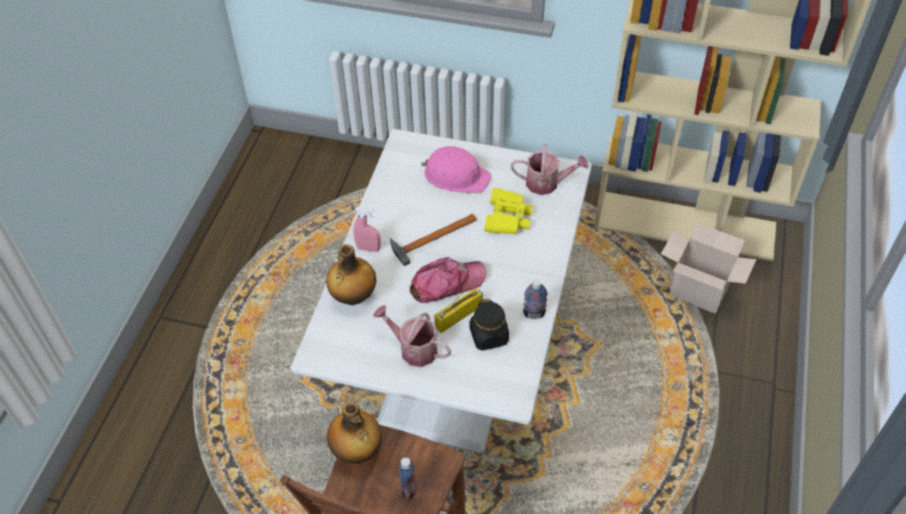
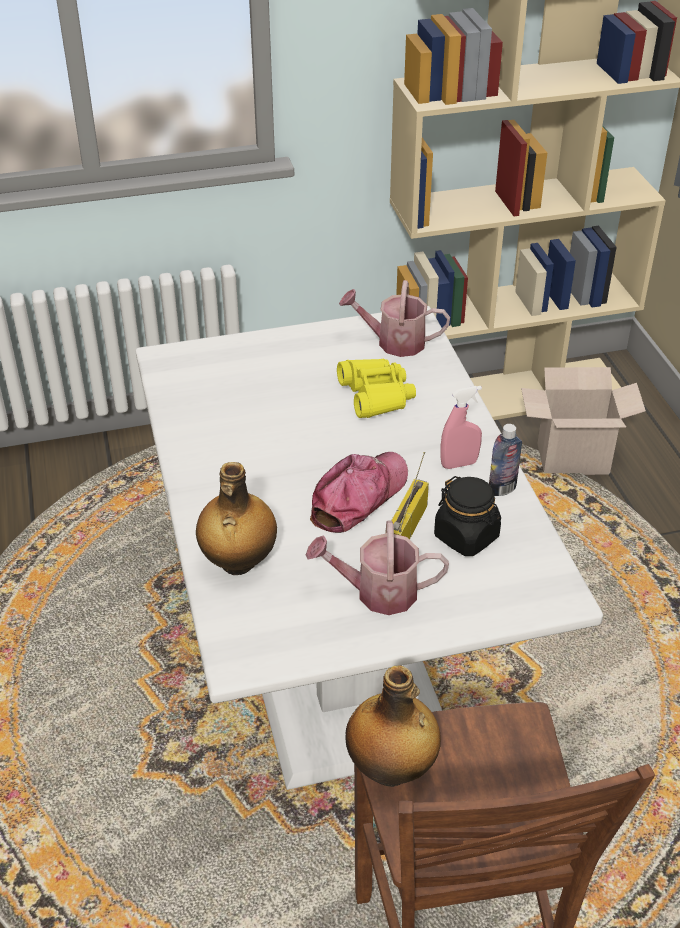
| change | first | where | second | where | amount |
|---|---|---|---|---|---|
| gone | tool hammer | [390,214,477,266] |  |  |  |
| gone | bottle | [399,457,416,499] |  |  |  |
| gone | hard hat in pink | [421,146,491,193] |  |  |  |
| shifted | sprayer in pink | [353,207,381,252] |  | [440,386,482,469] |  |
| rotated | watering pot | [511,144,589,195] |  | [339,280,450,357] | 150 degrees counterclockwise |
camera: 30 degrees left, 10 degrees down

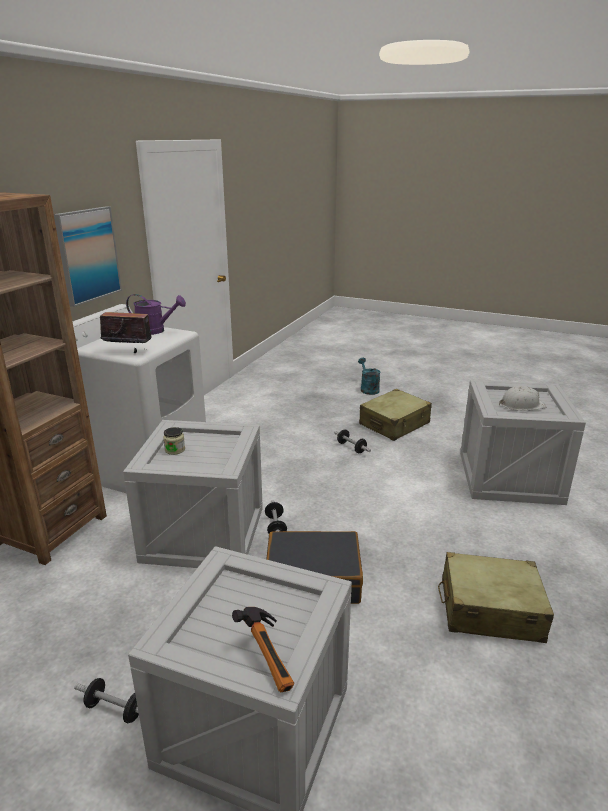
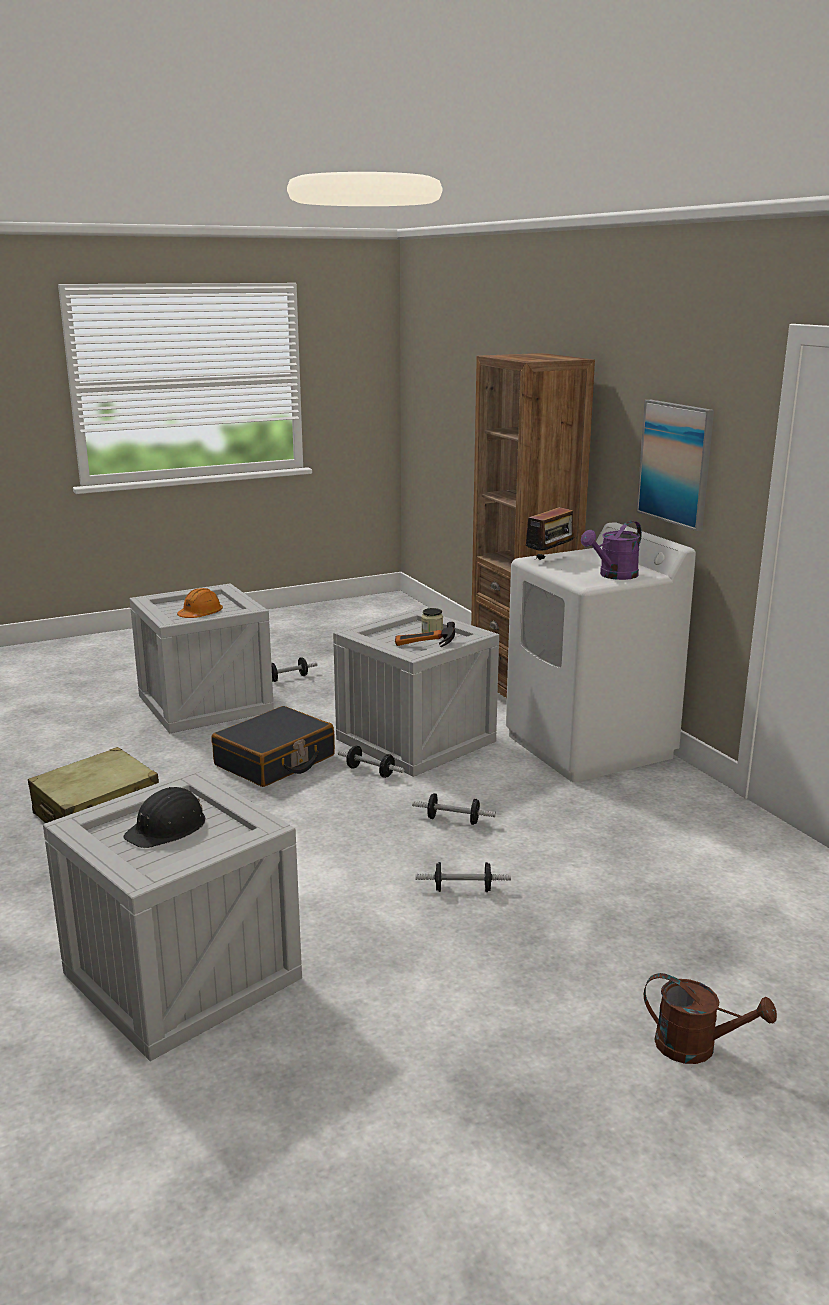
| change | first | where | second | where | amount |
|---|---|---|---|---|---|
| gone | suitcase in beige | [359,389,432,441] |  |  |  |
| new |  |  | hard hat in orangey | [177,588,223,618] |  |
| new |  |  | dumbbell | [412,793,496,825] |  |
| shifted | tool hammer | [232,607,294,692] |  | [395,622,455,647] |  |
| repainted | watering pot in turquoise-coloured | [358,358,380,395] | watering pot in brown | [644,973,777,1064] |  |
| repainted | hard hat in white | [499,386,547,411] | hard hat in blackish | [123,787,205,848] |  |
camera: 130 degrees right, 5 degrees down

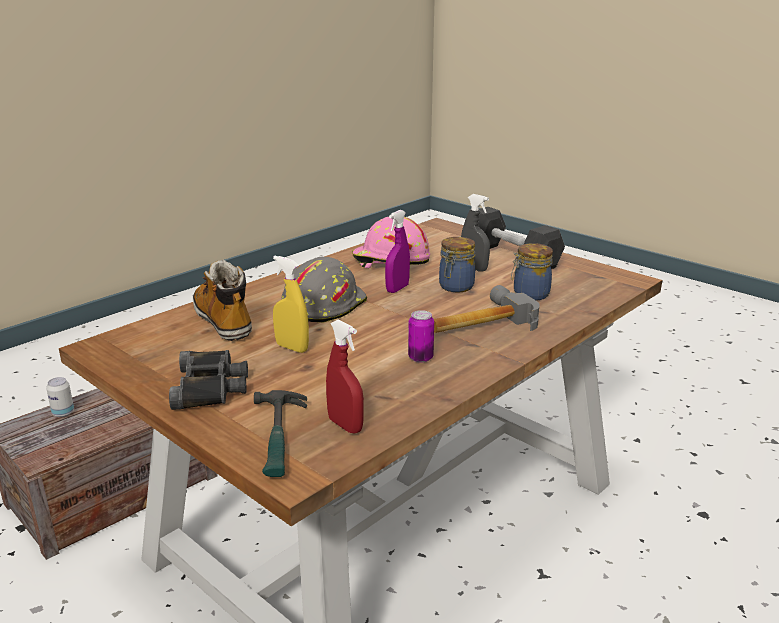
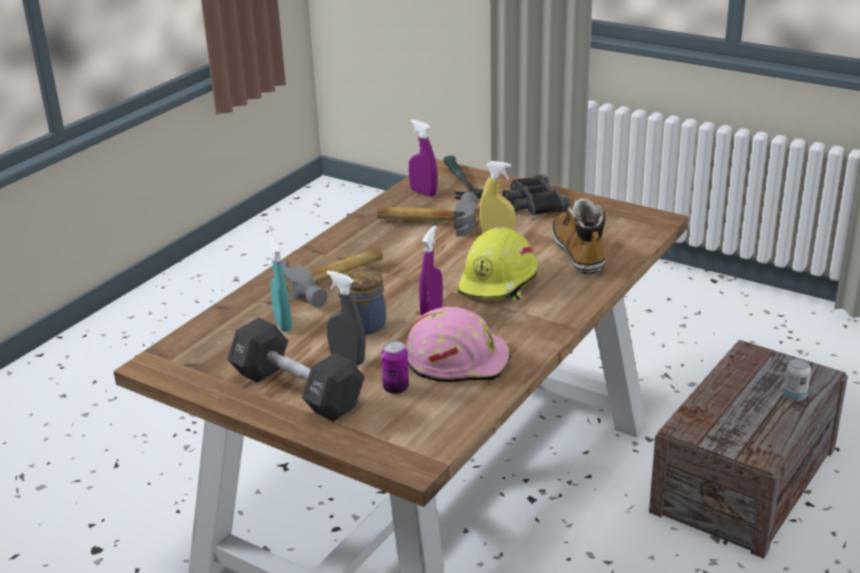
| change | first | where | second | where | amount |
|---|---|---|---|---|---|
| new |  |  | tool hammer | [377,192,478,237] |  |
| shifted | metal can | [408,310,434,363] |  | [381,341,409,394] |  |
| swapped | preserve jar | [511,243,553,301] | sprayer in turquoise-coloured | [269,236,292,332] |  |
| repainted | hard hat in greyish | [282,257,367,323] | hard hat in yellow-coloured | [458,227,538,300] |  |
| repainted | sprayer in reddish | [326,319,364,434] | sprayer in purplish | [409,119,437,197] |  |
| rotated | tall boot | [193,259,252,341] |  | [552,198,605,274] | 150 degrees counterclockwise |
camera: 170 degrees right, 5 degrees up

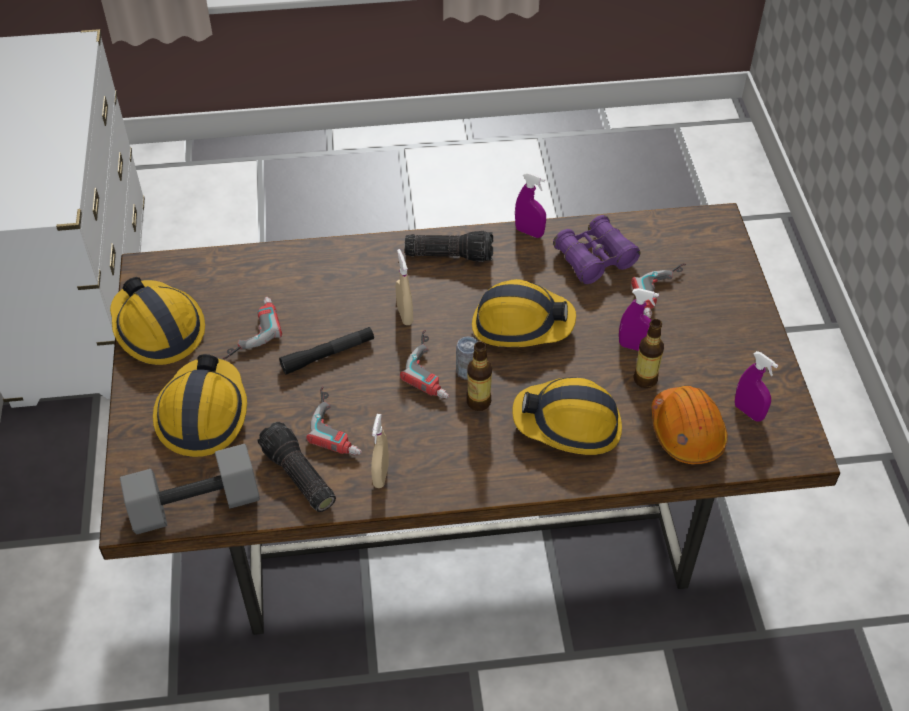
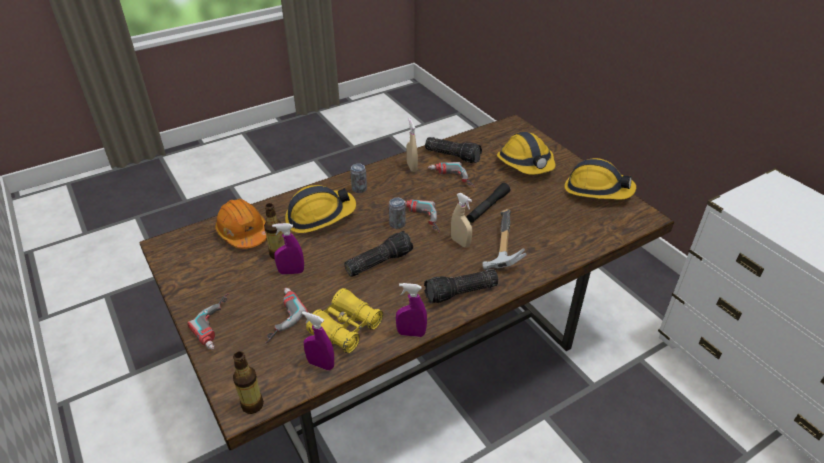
| change | first | where | second | where | amount |
|---|---|---|---|---|---|
| gone | dumbbell in greyish | [120,444,260,534] |  |  |  |
| new |  |  | metal can | [350,164,367,193] |  |
| new |  |  | tool hammer | [482,209,527,270] |  |
| shifted | electric drill | [222,297,282,359] |  | [187,293,228,350] |  |
| shifted | bottle | [467,341,492,411] |  | [233,351,264,414] |  |
| shifted | sprayer in purplish | [735,351,778,421] |  | [302,311,334,370] |  |
| swapped | hard hat | [472,279,576,347] | flashlight | [344,231,413,277] |  |
| repainted | field glasses in purplish | [553,215,640,284] | field glasses in yellow-coloured | [306,288,383,353] |  |
camera: 155 degrees right, 10 degrees down

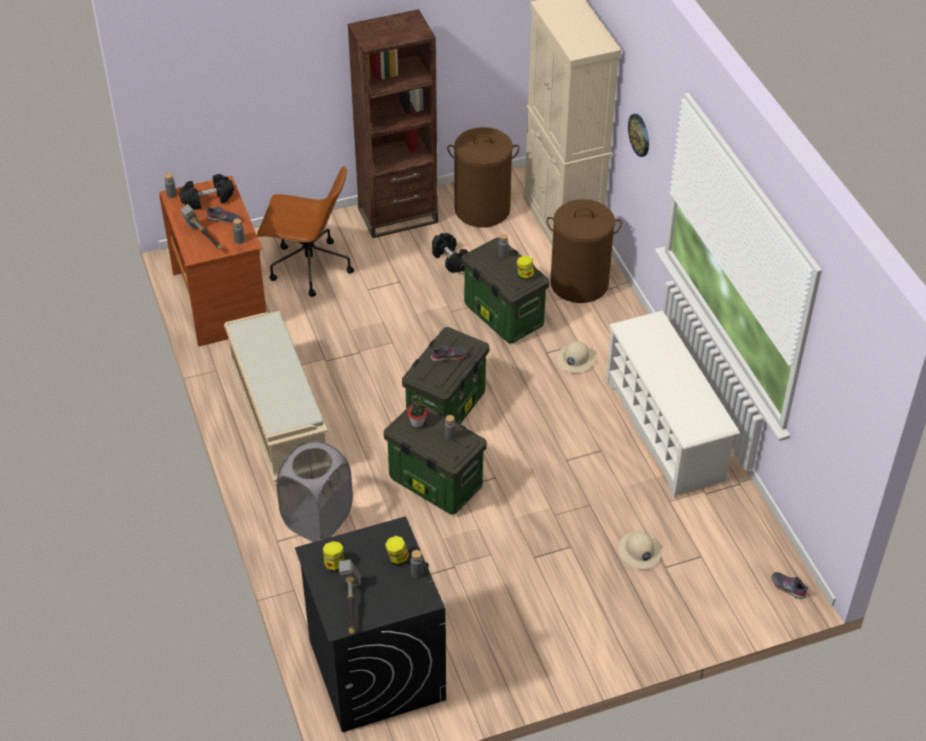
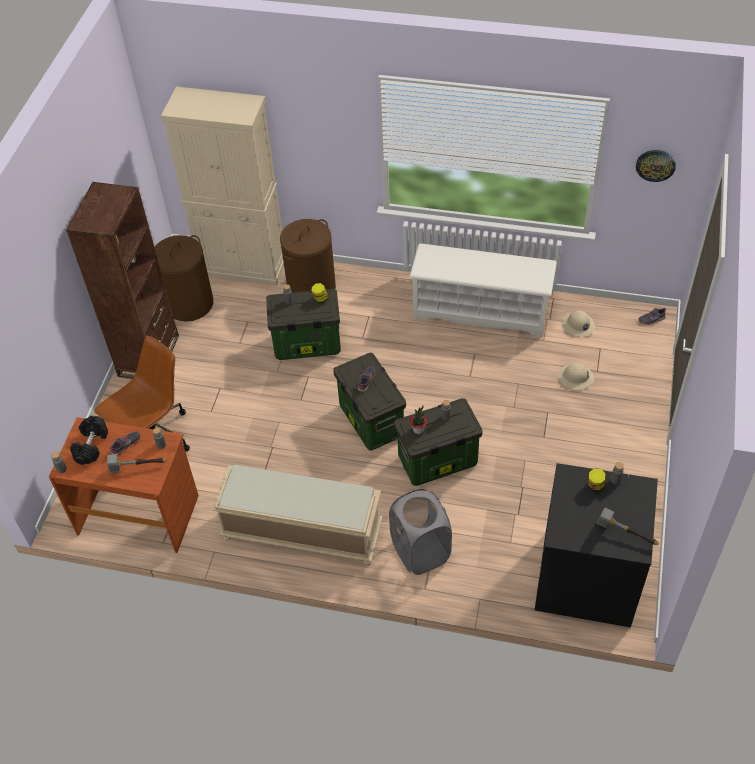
| change | first | where | second | where | amount |
|---|---|---|---|---|---|
| gone | preserve jar | [323,541,344,572] |  |  |  |
| gone | dumbbell in blackish | [432,233,468,273] |  |  |  |
| shifted | hard hat in beige | [557,341,596,373] |  | [562,310,595,337] |  |
| shifted | clock on the wall | [628,114,649,157] |  | [636,150,676,182] |  |
camera: 55 degrees left, 5 degrees up

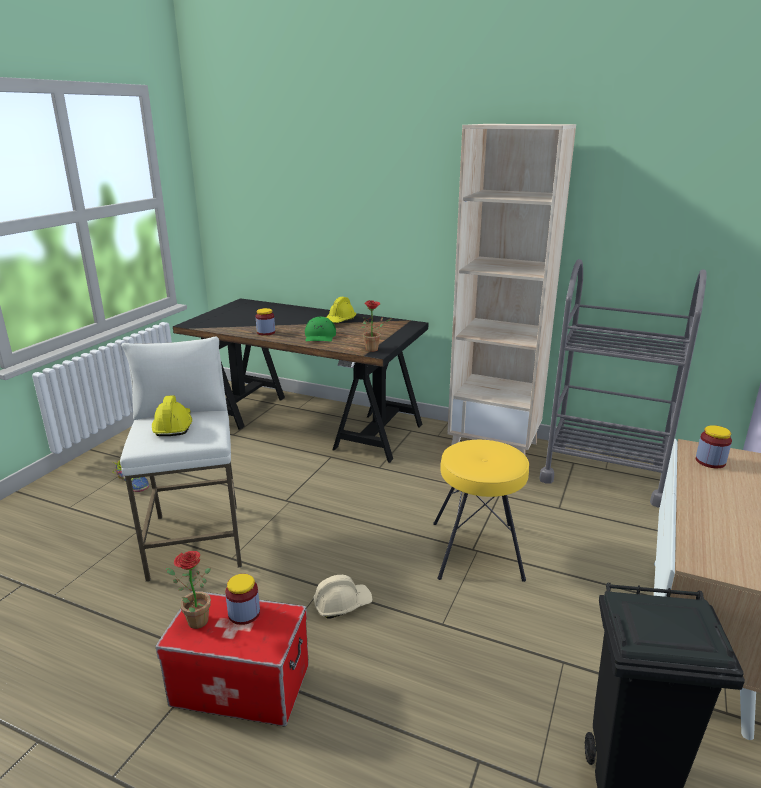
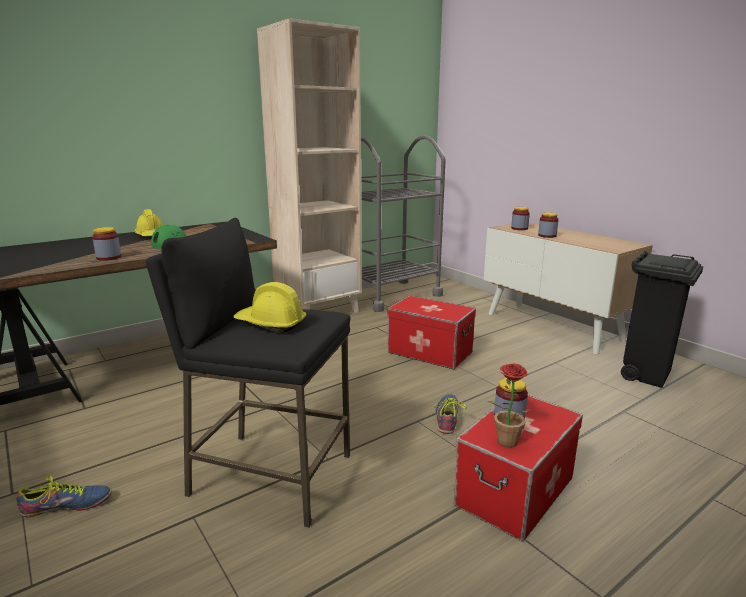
| change | first | where | second | where | amount |
|---|---|---|---|---|---|
| gone | houseplant | [362,300,393,352] |  |  |  |
| new |  |  | preserve jar | [538,212,558,238] |  |
| swapped | hard hat in beige | [313,575,373,619] | shoe | [434,394,467,434] |  |
| swapped | sitting stool in yellow-coloured | [433,440,529,582] | storage bin | [387,296,476,369] |  |
| repainted | sitting stool in white | [120,337,242,581] | sitting stool in blackish | [146,218,351,527] |  |
camera: 60 degrees left, 5 degrees down

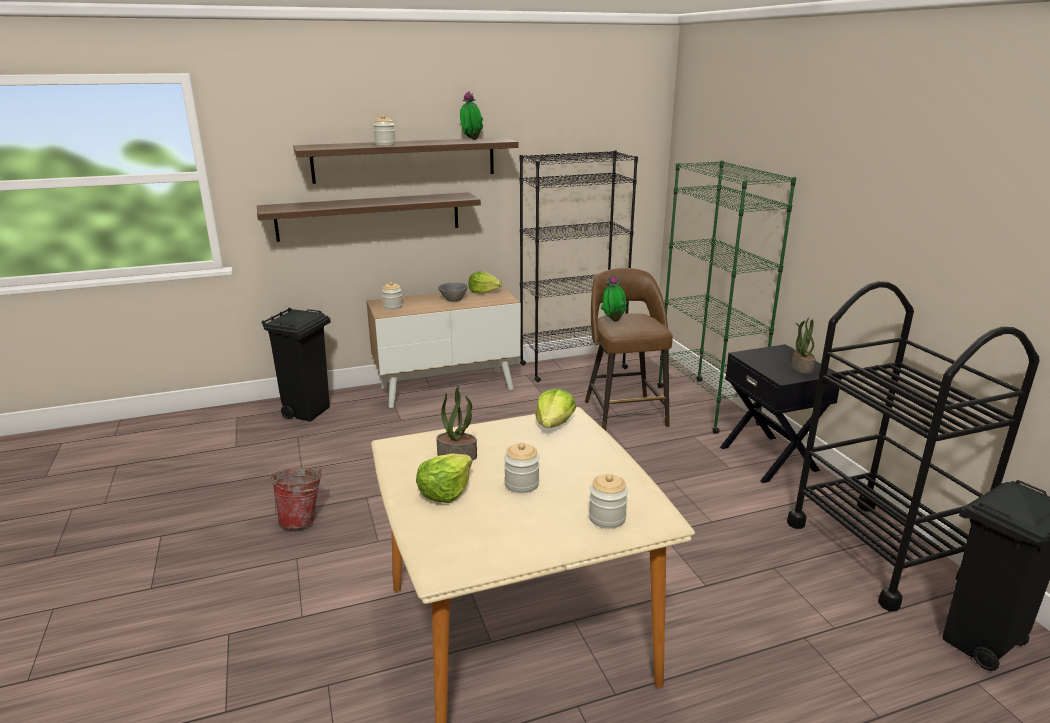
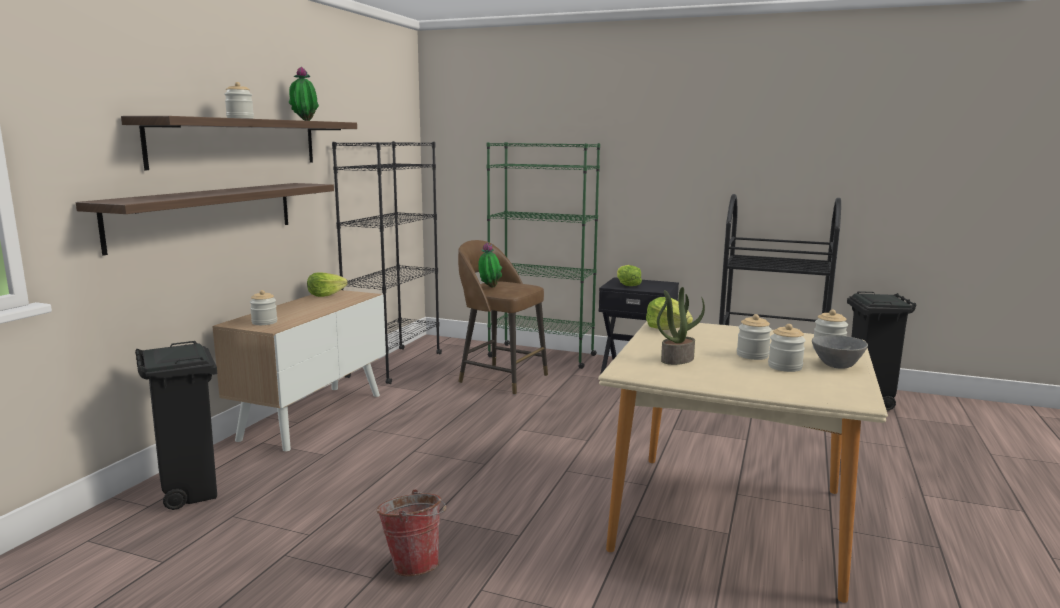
| change | first | where | second | where | amount |
|---|---|---|---|---|---|
| gone | houseplant | [791,317,815,374] |  |  |  |
| new |  |  | preserve jar | [768,324,806,372] |  |
| shifted | lettuce head | [416,453,472,503] |  | [617,265,642,286] |  |
| shifted | serving bowl in greyish | [438,283,468,302] |  | [812,335,868,369] |  |
camera: 50 degrees left, 10 degrees down

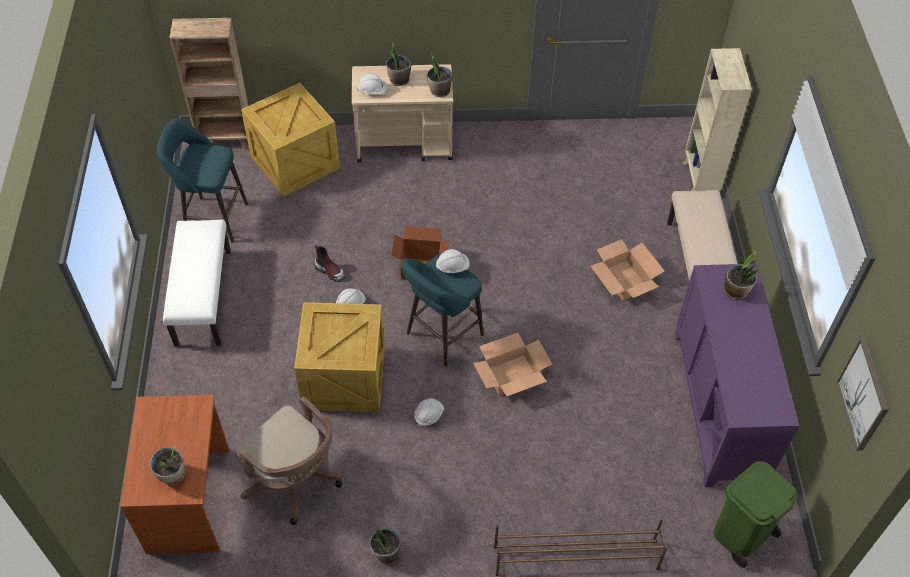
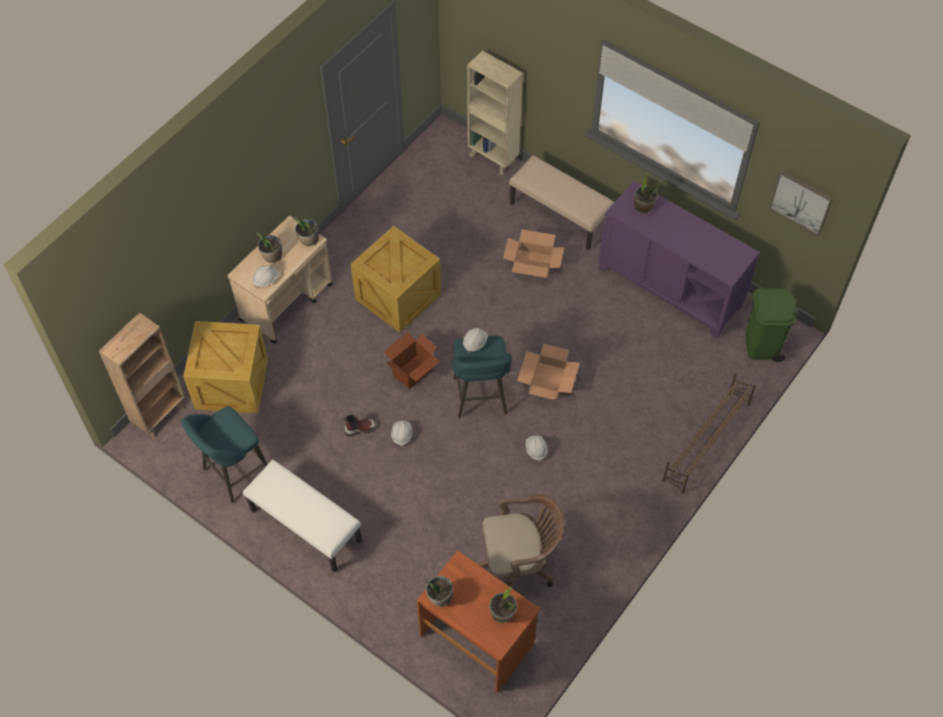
| change | first | where | second | where | amount |
|---|---|---|---|---|---|
| shifted | shipping crate | [294,302,385,412] |  | [351,226,441,333] |  |
| shifted | houseplant | [370,522,401,565] |  | [425,576,453,607] |  |
camera: 50 degrees left, 5 degrees up

